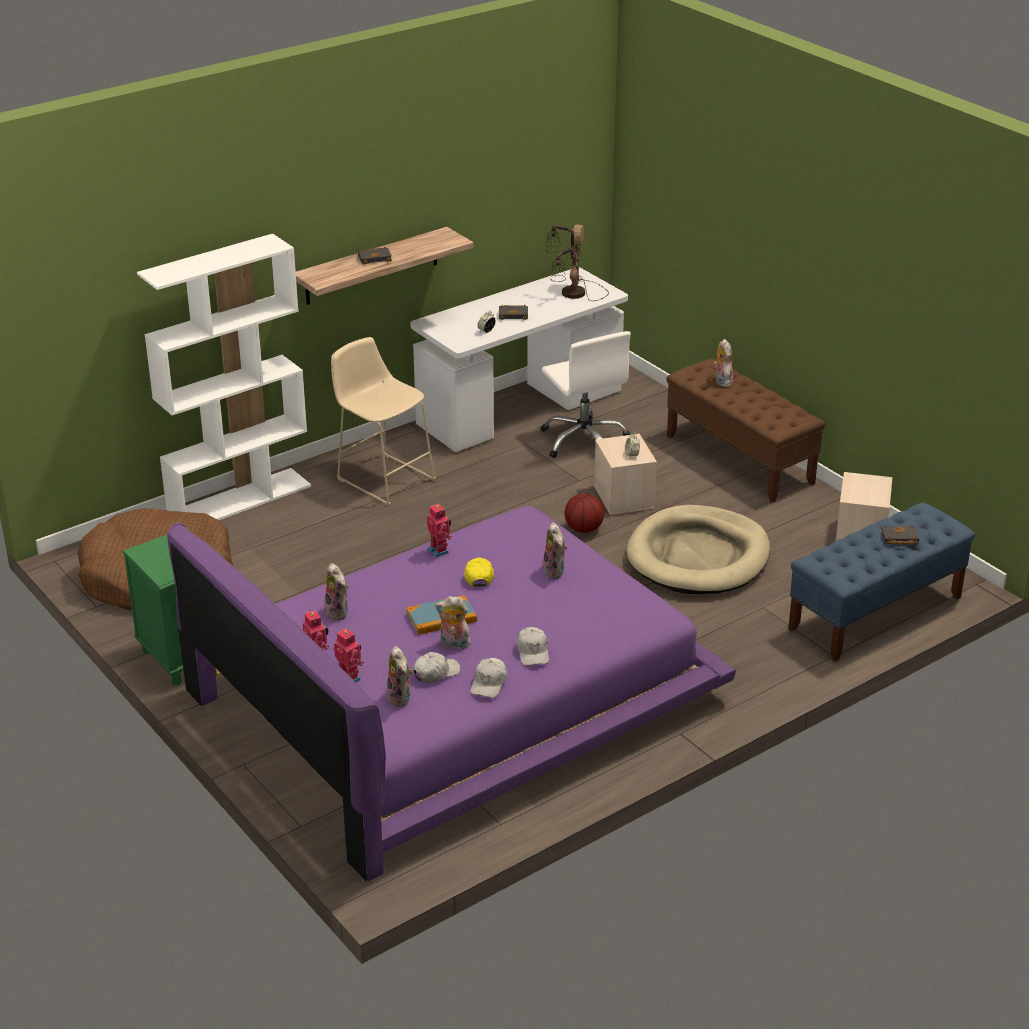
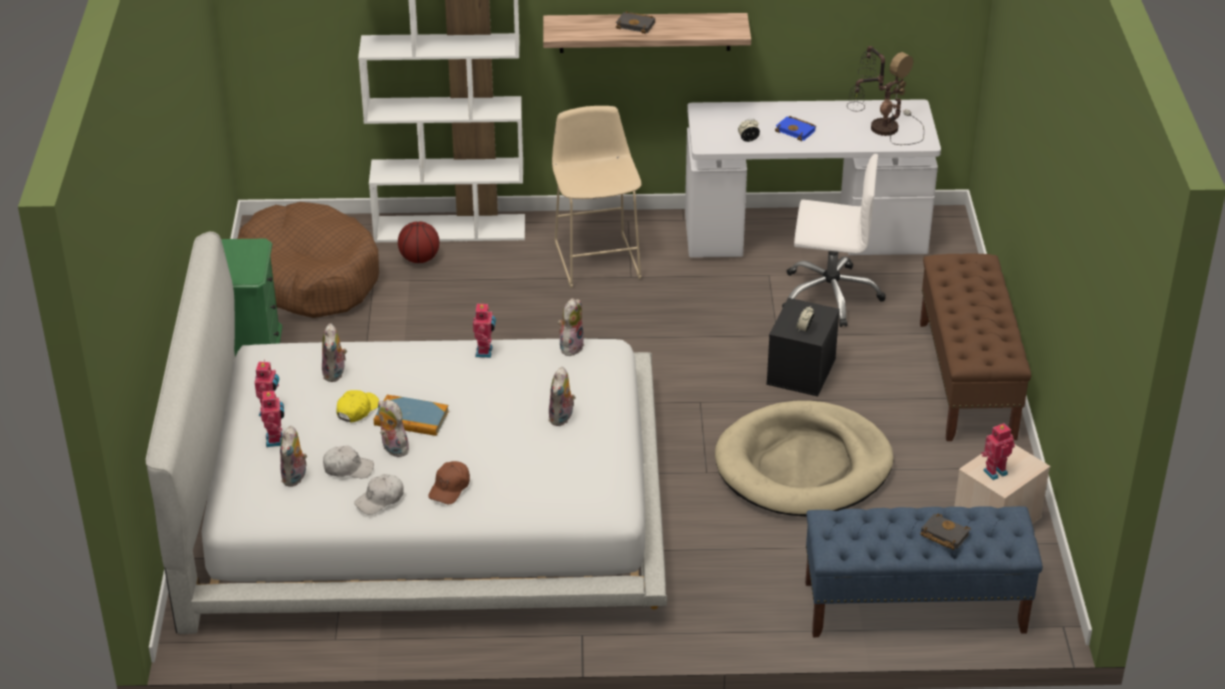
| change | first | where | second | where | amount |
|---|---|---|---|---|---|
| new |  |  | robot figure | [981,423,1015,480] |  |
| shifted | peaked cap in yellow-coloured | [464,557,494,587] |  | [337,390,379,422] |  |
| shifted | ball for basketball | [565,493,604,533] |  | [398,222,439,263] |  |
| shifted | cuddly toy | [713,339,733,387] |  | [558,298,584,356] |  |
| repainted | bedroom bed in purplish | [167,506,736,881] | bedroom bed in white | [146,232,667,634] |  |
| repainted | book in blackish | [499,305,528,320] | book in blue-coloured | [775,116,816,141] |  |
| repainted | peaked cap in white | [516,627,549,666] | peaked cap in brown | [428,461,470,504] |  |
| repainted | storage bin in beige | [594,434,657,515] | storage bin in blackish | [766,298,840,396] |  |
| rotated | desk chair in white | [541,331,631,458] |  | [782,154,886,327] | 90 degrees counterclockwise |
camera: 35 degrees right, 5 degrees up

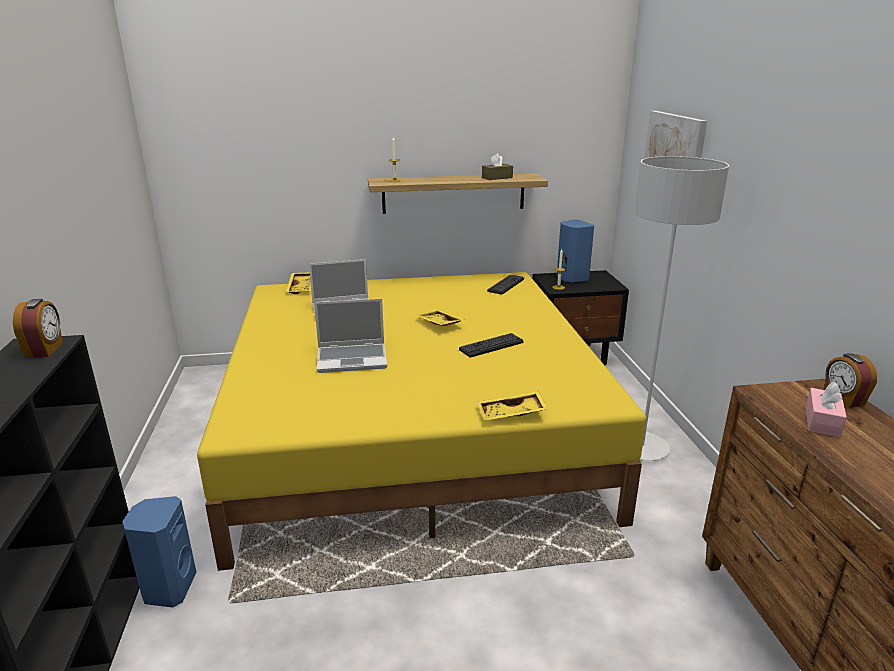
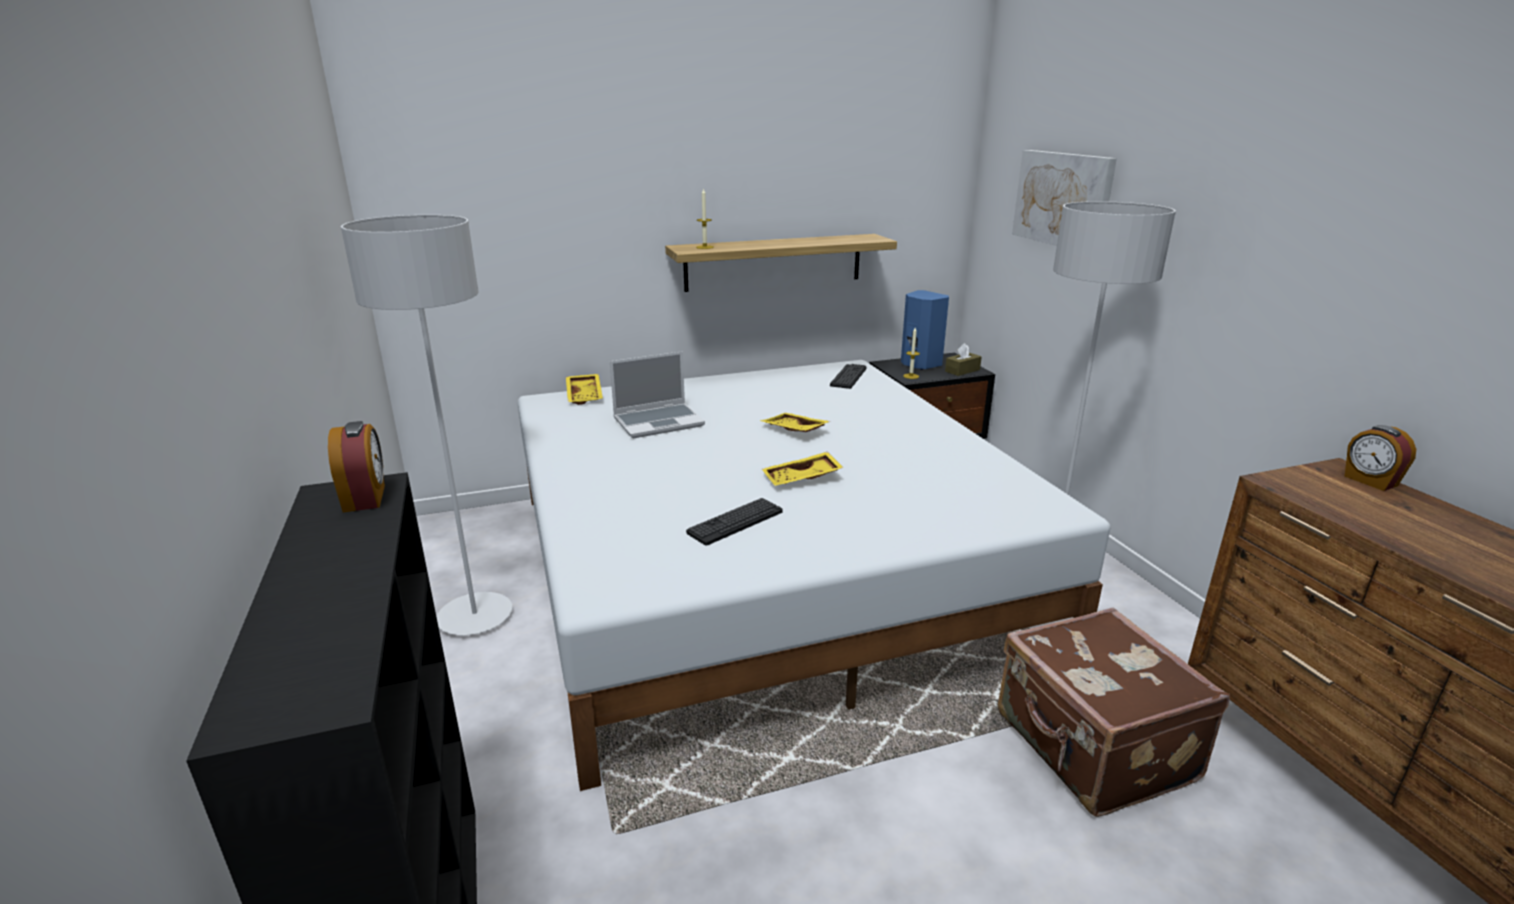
| change | first | where | second | where | amount |
|---|---|---|---|---|---|
| gone | audio speaker in blue-coloured | [122,496,196,608] |  |  |  |
| gone | laptop | [314,299,387,373] |  |  |  |
| gone | tissue box in pink | [806,381,847,437] |  |  |  |
| new |  |  | standard lamp in greyish | [341,215,512,635] |  |
| new |  |  | suitcase in brown | [998,607,1230,817] |  |
| shifted | keyboard | [459,333,524,357] |  | [686,498,783,546] |  |
| shifted | serving tray in yellow-coloured | [477,391,548,420] |  | [762,452,844,486] |  |
| shifted | tissue box in brown | [482,153,513,180] |  | [945,343,982,376] |  |
| repainted | bedroom bed in yellow-coloured | [197,272,647,571] | bedroom bed in white | [518,360,1110,791] |  |
camera: 10 degrees left, 0 degrees up

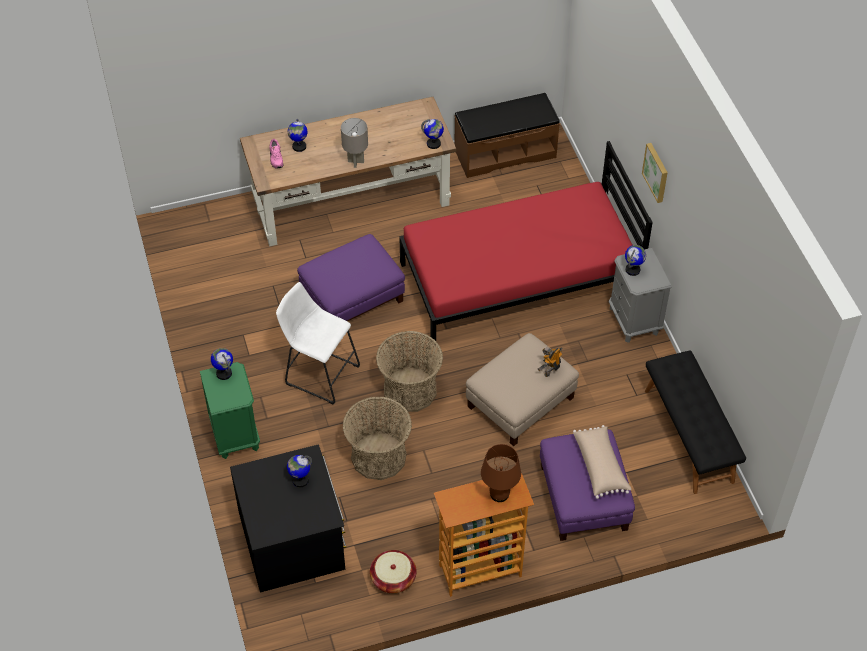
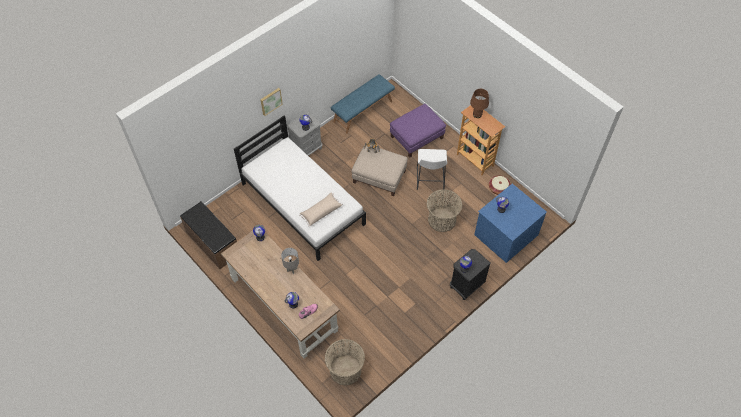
| change | first | where | second | where | amount |
|---|---|---|---|---|---|
| gone | pouffe in purplish | [297,234,405,321] |  |  |  |
| shifted | sitting stool in white | [276,282,360,405] |  | [417,149,447,190] |  |
| shifted | storage basket | [376,331,443,412] |  | [325,339,365,385] |  |
| shifted | throw pillow in beige | [573,425,631,499] |  | [299,192,343,227] |  |
| repainted | bedside table in greenish | [200,362,260,459] | bedside table in blackish | [450,249,491,300] |  |
| repainted | dresser in blackish | [230,444,346,593] | dresser in blue-coloured | [474,184,547,263] |  |
| repainted | bedroom bed in reddish | [399,141,653,341] | bedroom bed in white | [234,115,366,261] |  |
| repainted | indoor bench in blackish | [645,350,746,494] | indoor bench in blue-coloured | [331,74,395,134] |  |
camera: 115 degrees left, 5 degrees up

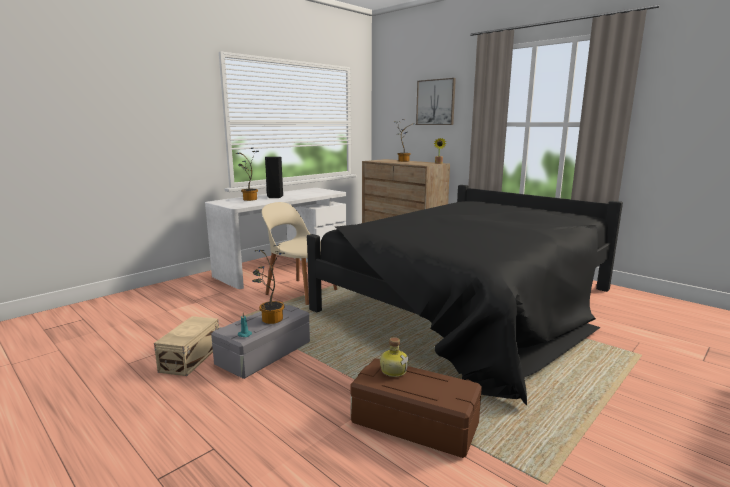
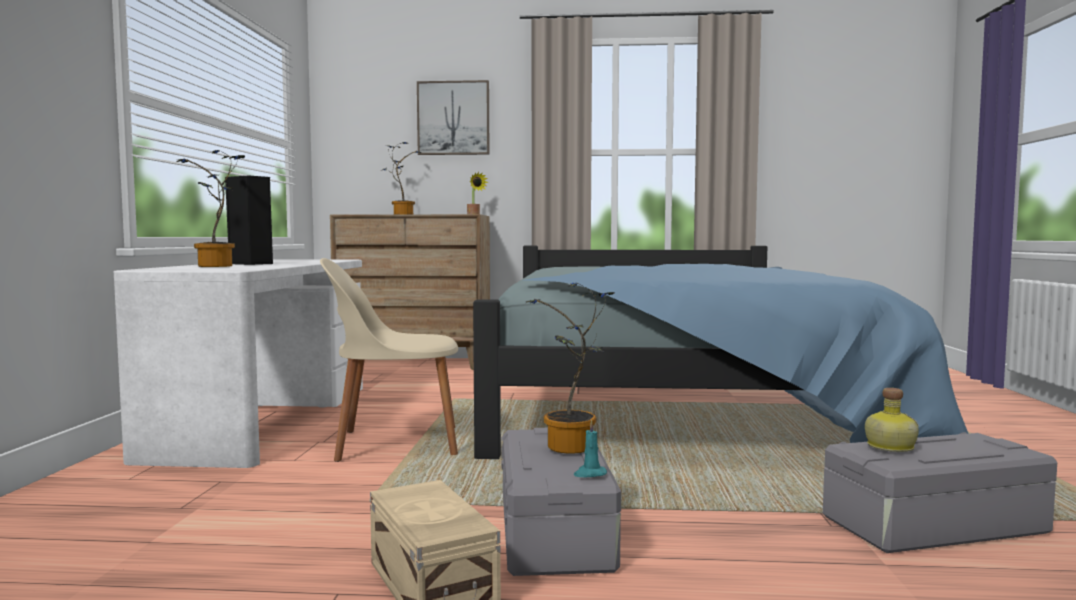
| change | first | where | second | where | amount |
|---|---|---|---|---|---|
| repainted | bedroom bed in blackish | [307,185,623,405] | bedroom bed in blue-coloured | [473,246,969,459] |  |
| repainted | storage bin in brown | [350,358,482,458] | storage bin in greyish | [823,432,1057,553] |  |
camera: 40 degrees left, 10 degrees down

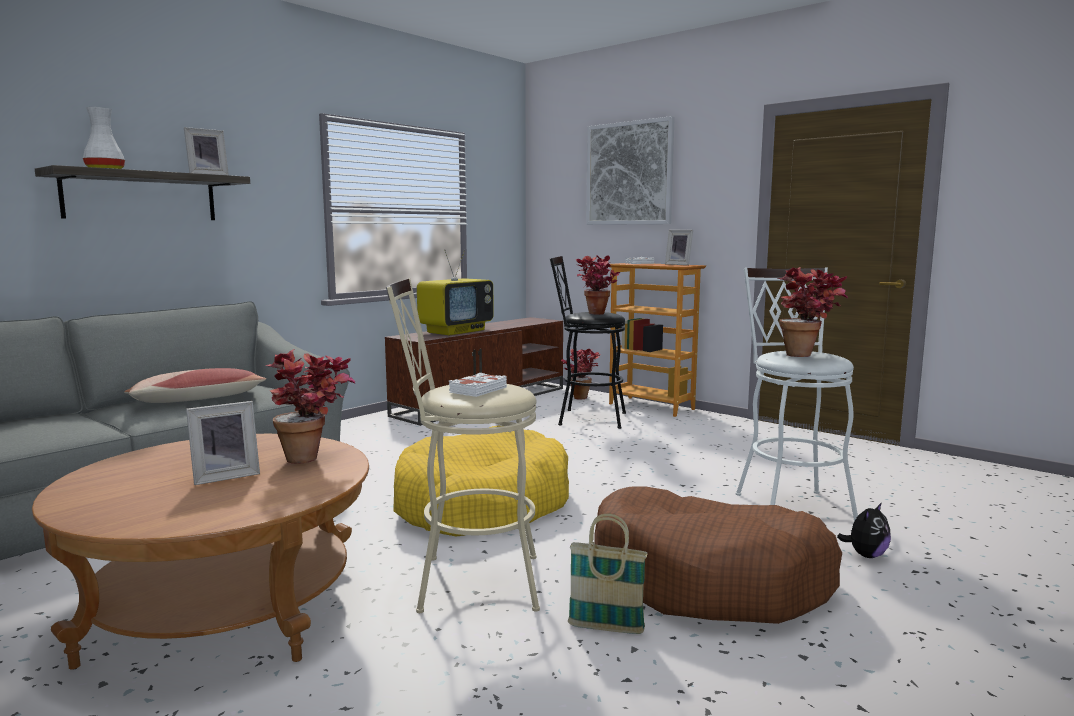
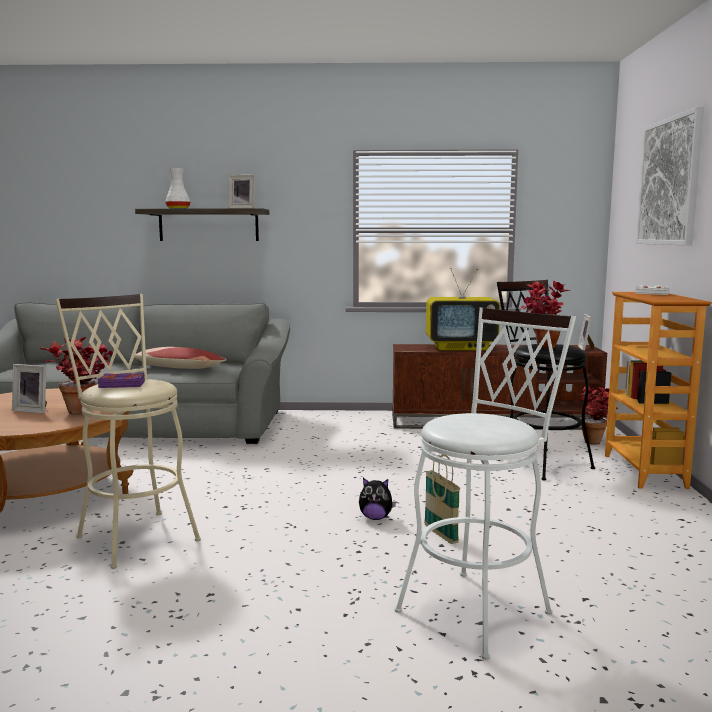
| change | first | where | second | where | amount |
|---|---|---|---|---|---|
| gone | dog cushion in yellow-coloured | [393,426,569,536] |  |  |  |
| gone | dog cushion in brown | [594,486,842,624] |  |  |  |
| gone | houseplant | [777,267,848,357] |  |  |  |
| shifted | storage basket | [568,514,648,634] |  | [424,454,460,544] |  |
| shifted | photo frame | [665,230,693,265] |  | [577,314,594,351] |  |
| shifted | cuddly toy | [837,502,891,558] |  | [359,478,396,520] |  |
| repainted | book in white | [449,373,507,397] | book in purplish | [98,373,145,388] |  |
camera: 50 degrees right, 0 degrees up

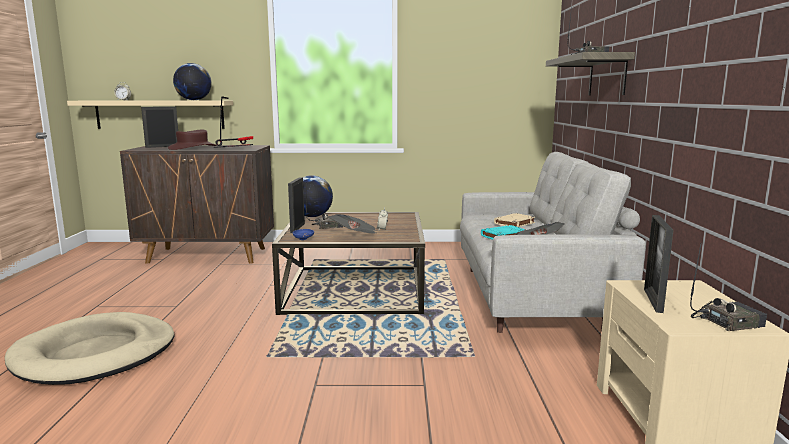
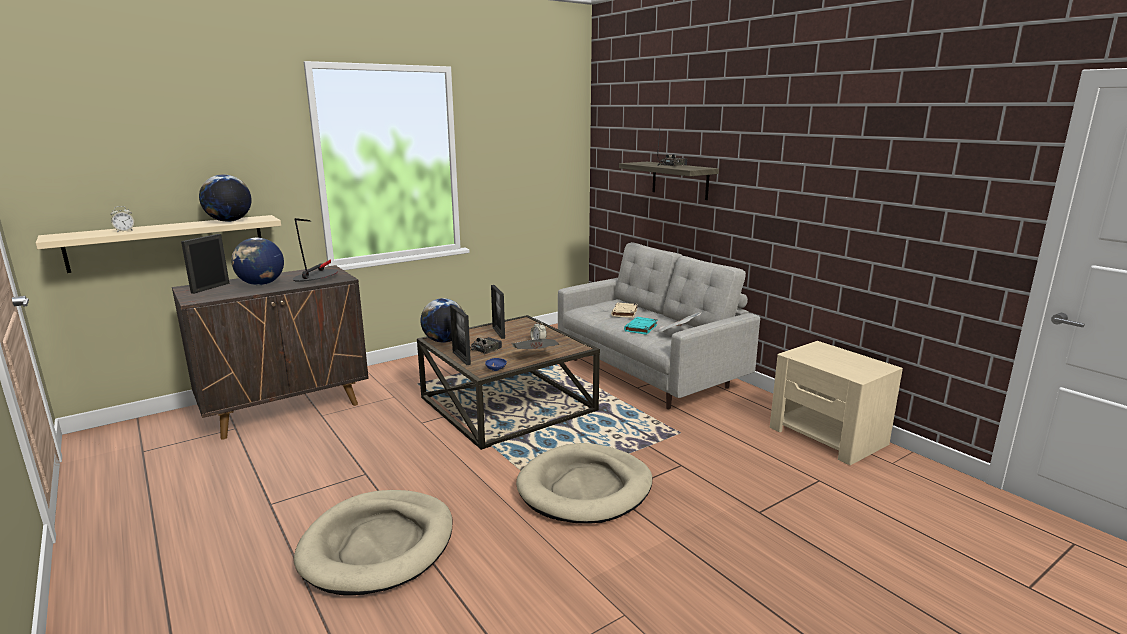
| change | first | where | second | where | amount |
|---|---|---|---|---|---|
| gone | radio | [690,242,767,331] |  |  |  |
| new |  |  | dog cushion in beige | [516,443,652,524] |  |
| shifted | photo frame | [644,215,674,313] |  | [491,285,505,339] |  |
| swapped | hat in brown | [168,130,217,150] | desk globe | [231,238,284,285] |  |
camera: 35 degrees left, 5 degrees up

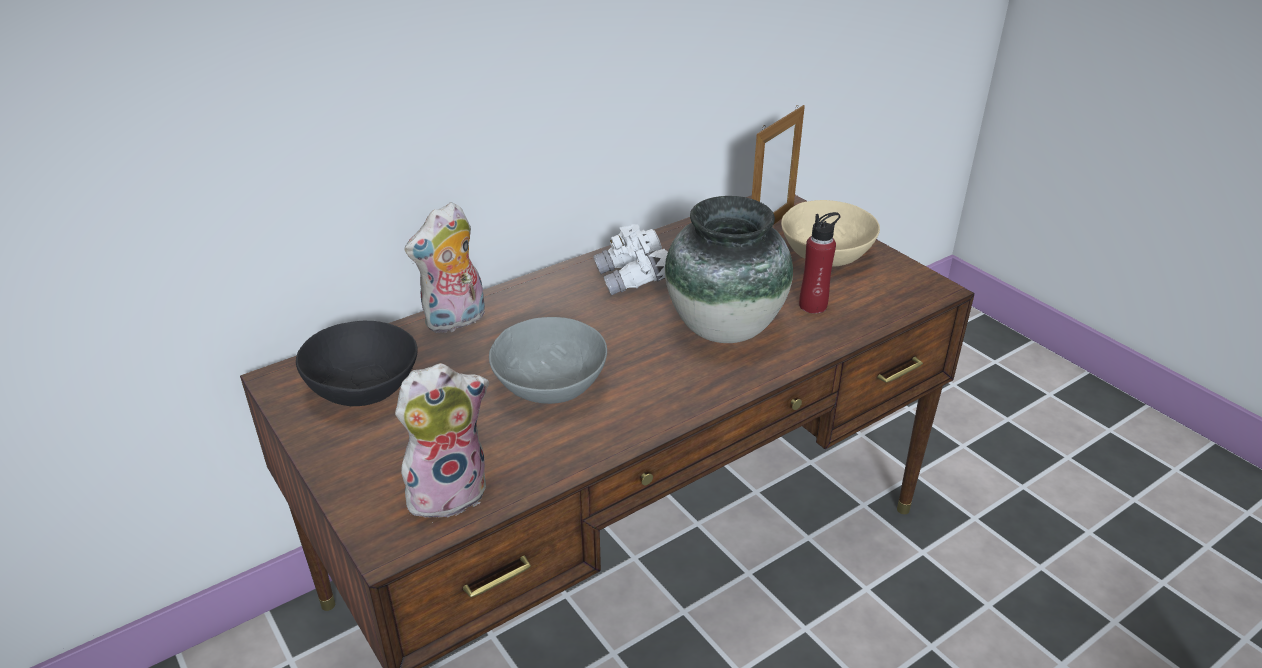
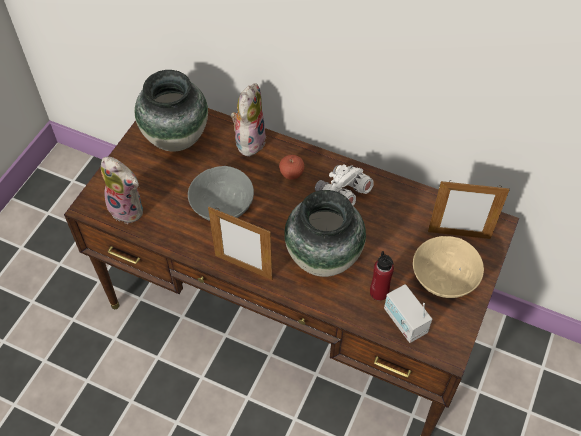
| change | first | where | second | where | amount |
|---|---|---|---|---|---|
| new |  |  | photo frame | [208,207,273,280] |  |
| new |  |  | whole apple | [279,155,304,180] |  |
| new |  |  | radio | [384,284,432,343] |  |
| swapped | serving bowl in blackish | [296,321,417,406] | vase | [135,70,208,152] |  |
| rotated | cuddly toy | [405,202,485,334] |  | [231,83,266,156] | 90 degrees clockwise |
camera: 60 degrees right, 20 degrees up

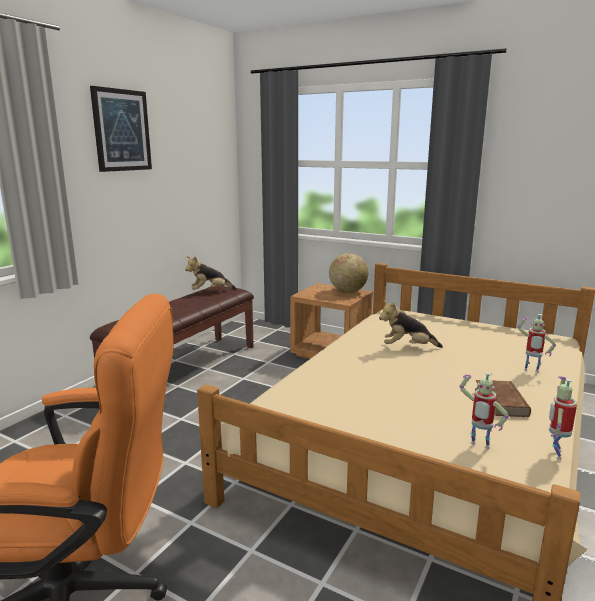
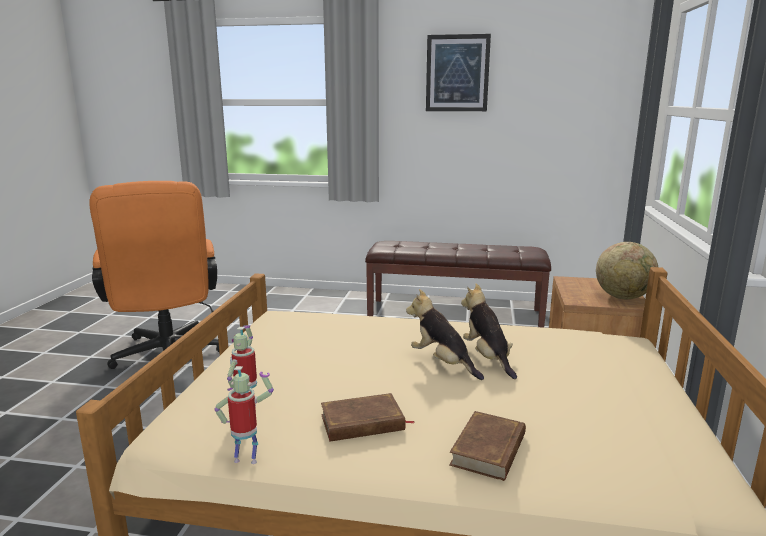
| change | first | where | second | where | amount |
|---|---|---|---|---|---|
| shifted | cuddly toy | [185,256,236,290] |  | [406,289,484,380] |  |
| swapped | robot figure | [517,314,556,372] | book in brown | [449,411,526,481] |  |
camera: 70 degrees right, 0 degrees up

